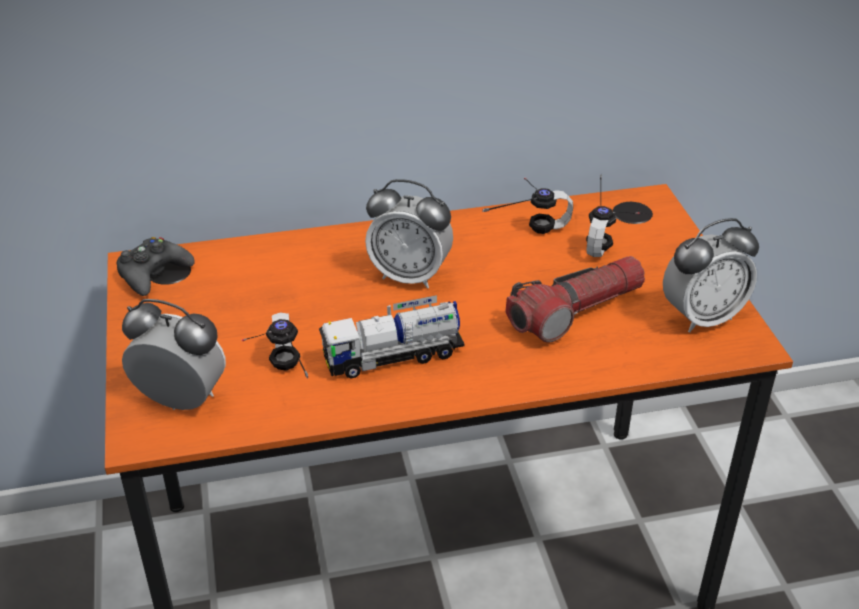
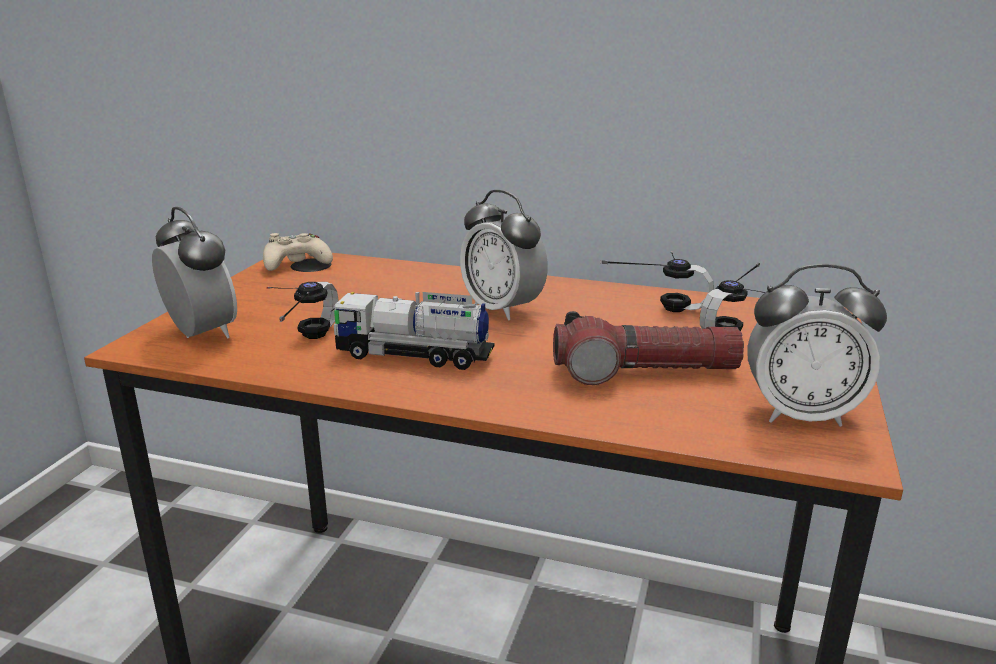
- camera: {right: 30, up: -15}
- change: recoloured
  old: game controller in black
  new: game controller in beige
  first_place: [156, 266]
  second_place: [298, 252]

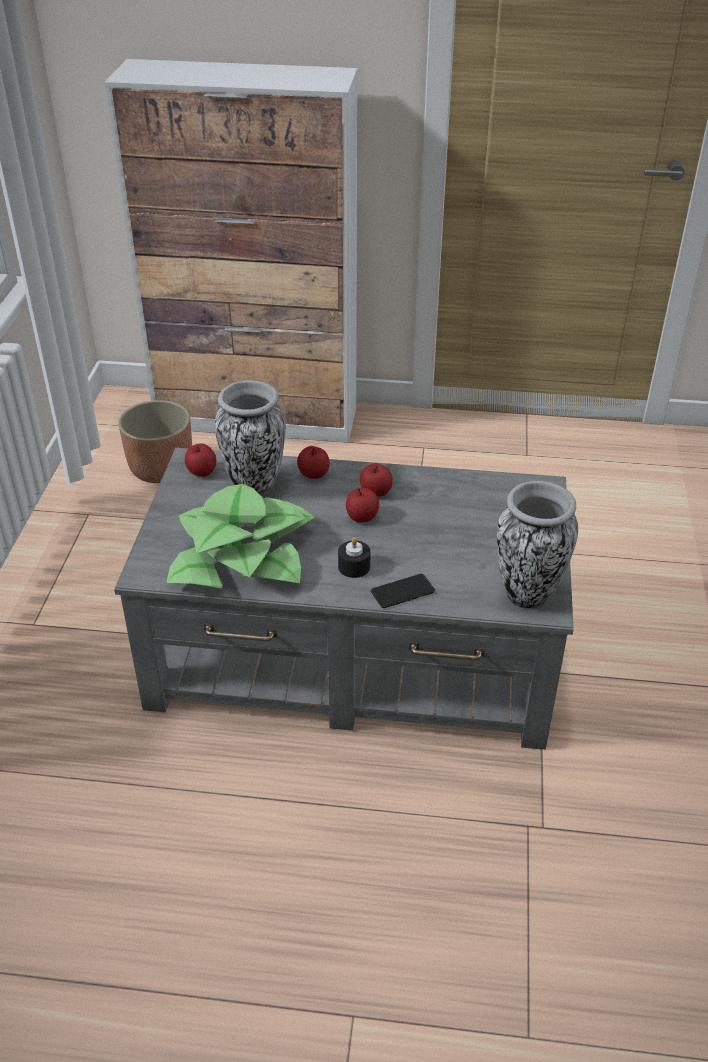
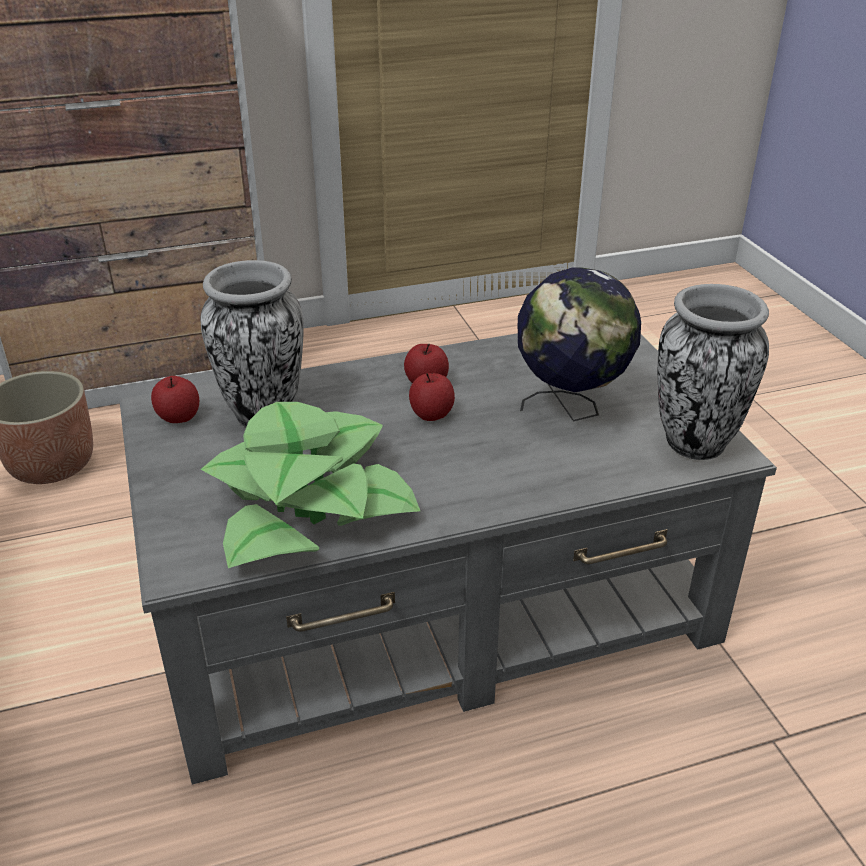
- camera: {right: -25, up: -5}
- change: removed
  old: apple
  first_place: [313, 462]
- change: removed
  old: candle in black
  first_place: [354, 557]
- change: removed
  old: phone
  first_place: [403, 591]
- change: added
  new: globe
  second_place: [579, 344]

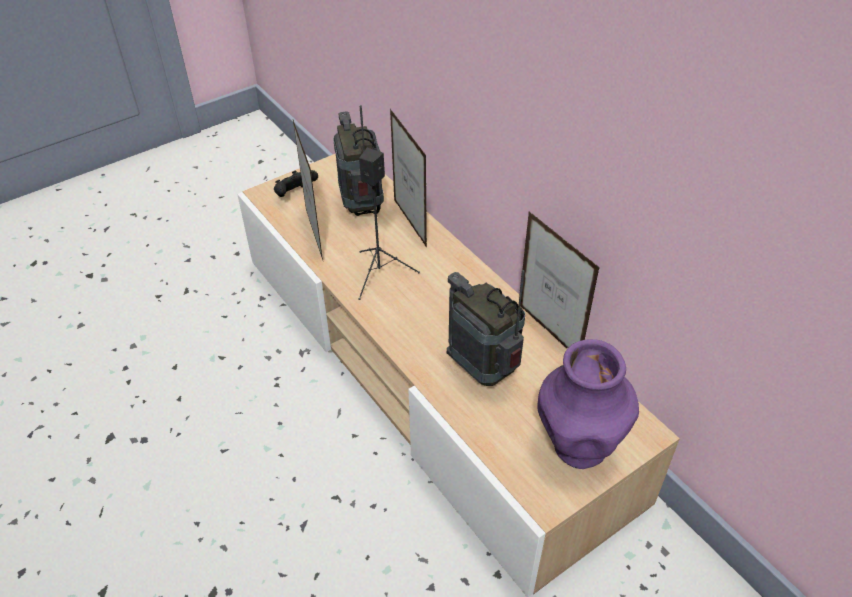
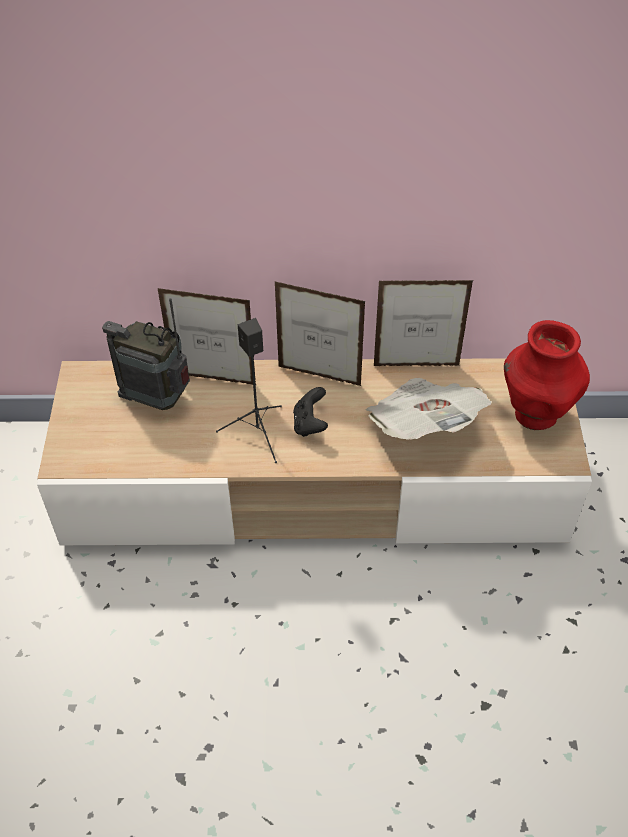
- camera: {right: -55, up: 5}
- change: moved
  old: game controller in black
  first_place: [296, 183]
  second_place: [310, 412]
- change: moved
  old: picture frame
  first_place: [308, 190]
  second_place: [320, 334]
- change: replaced
  old: radio
  new: newspaper
  first_place: [486, 328]
  second_place: [429, 408]
- change: recoloured
  old: vase in purple
  new: vase in red
  first_place: [588, 404]
  second_place: [547, 375]

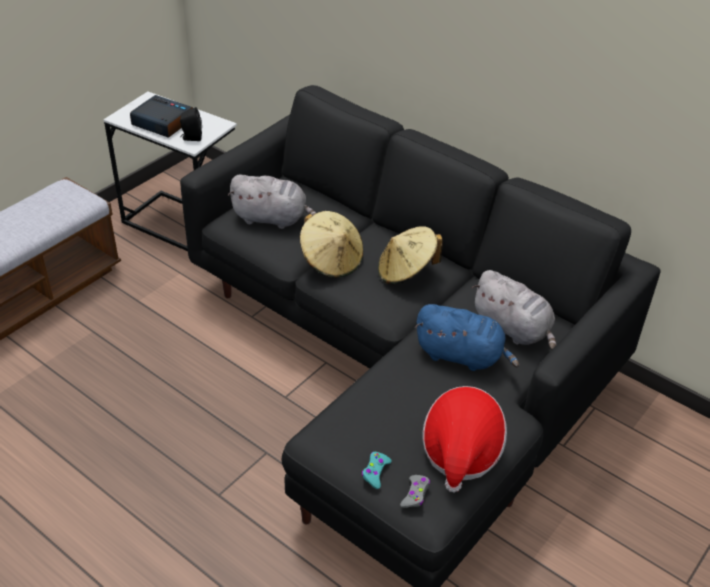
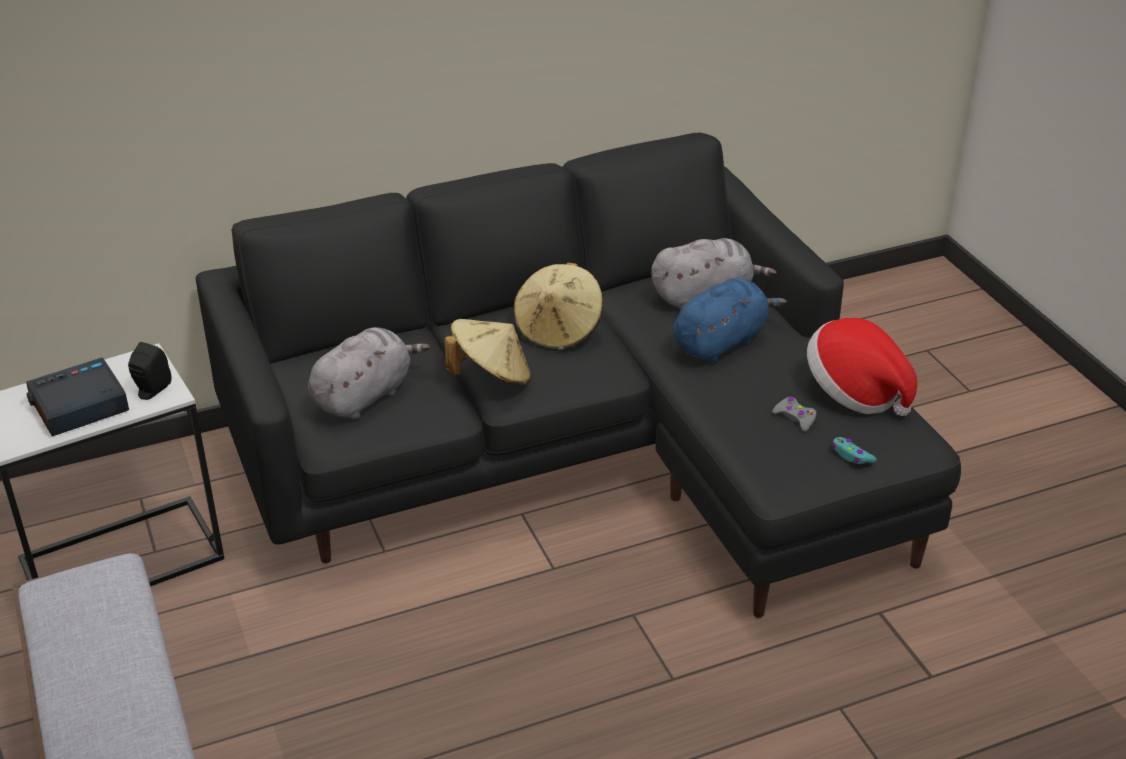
- camera: {right: -60, up: -5}
- change: moved
  old: game controller in grey
  first_place: [415, 491]
  second_place: [794, 414]

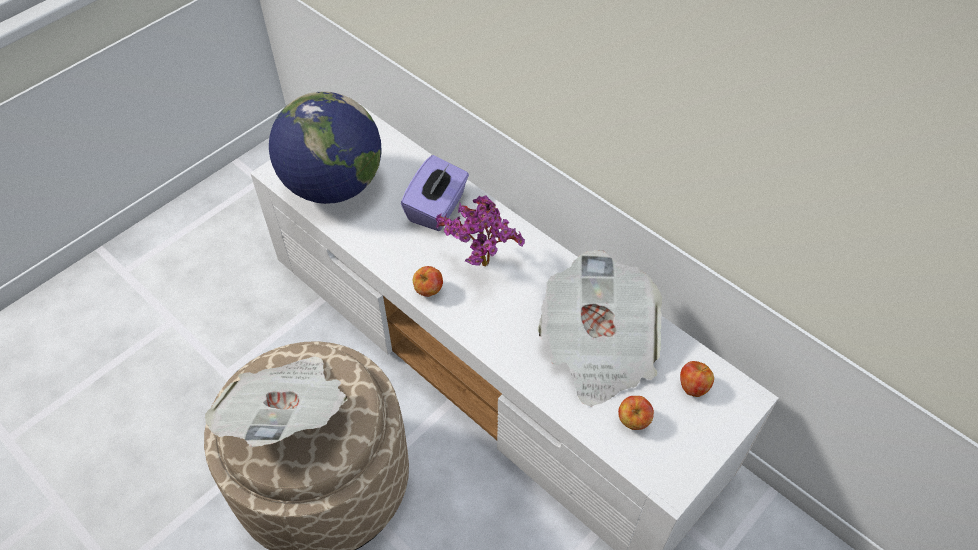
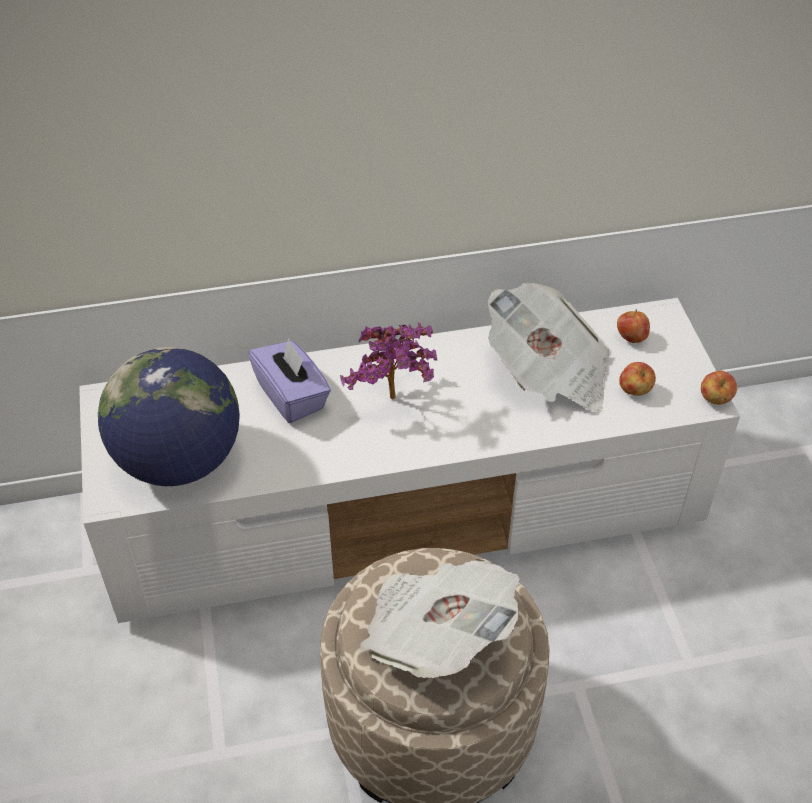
- camera: {right: -55, up: -5}
- change: moved
  old: apple
  first_place: [428, 281]
  second_place: [719, 388]

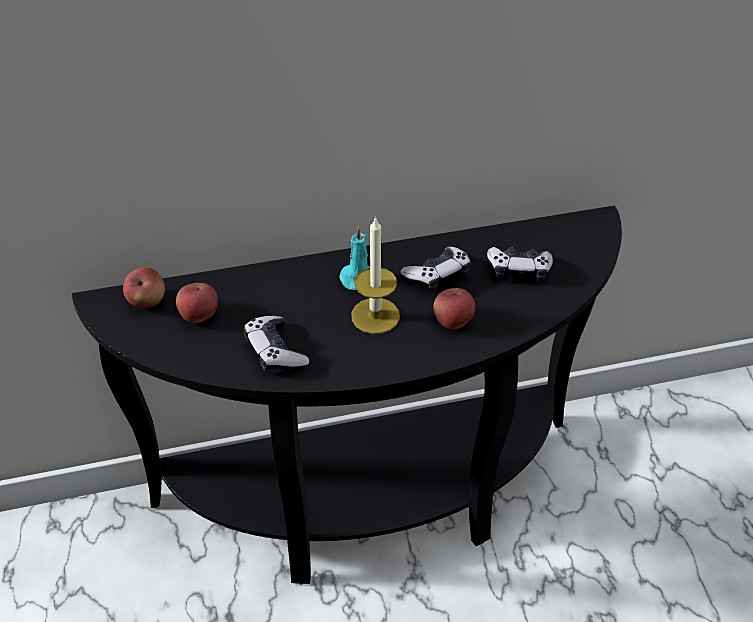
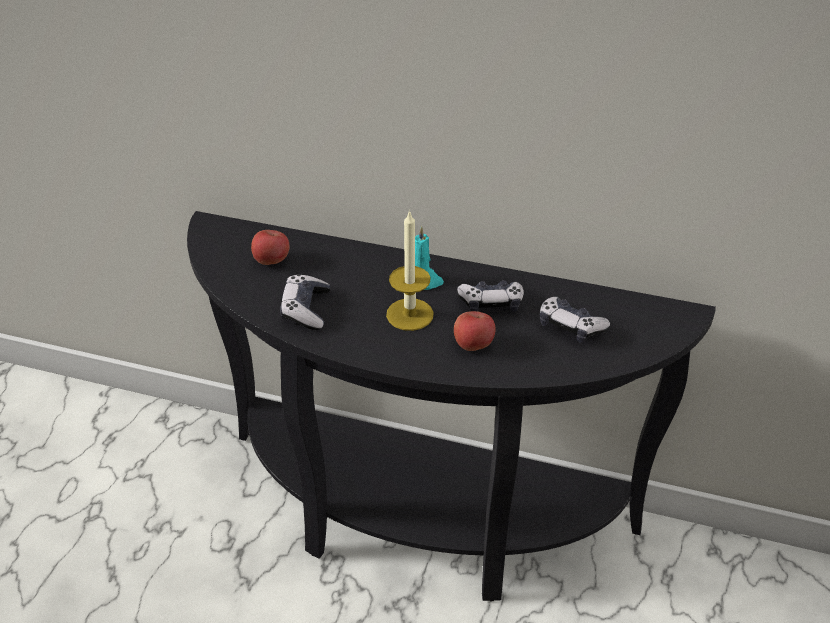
- camera: {right: 30, up: -5}
- change: removed
  old: apple
  first_place: [144, 287]

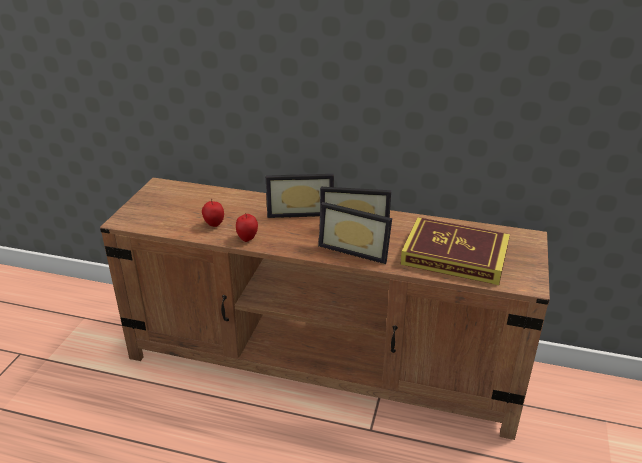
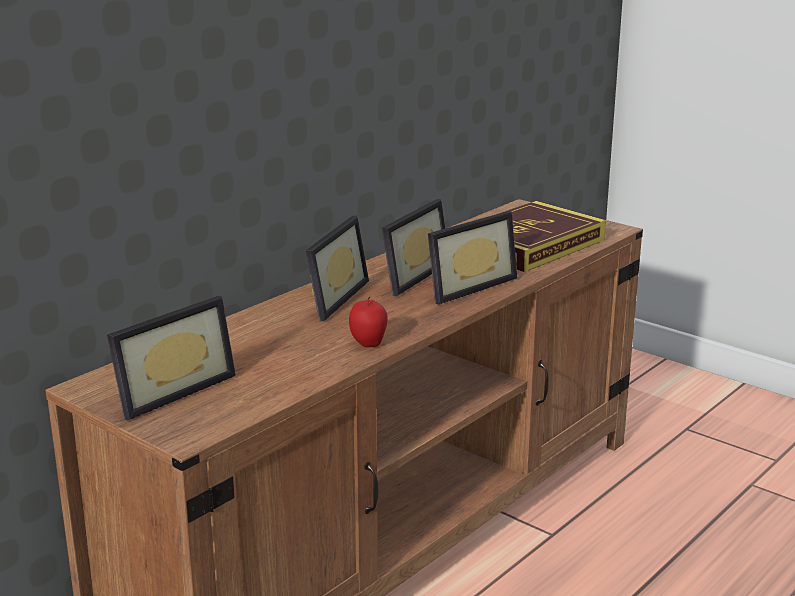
- camera: {right: -65, up: -10}
- change: removed
  old: apple
  first_place: [213, 213]
- change: added
  new: picture frame
  second_place: [171, 358]

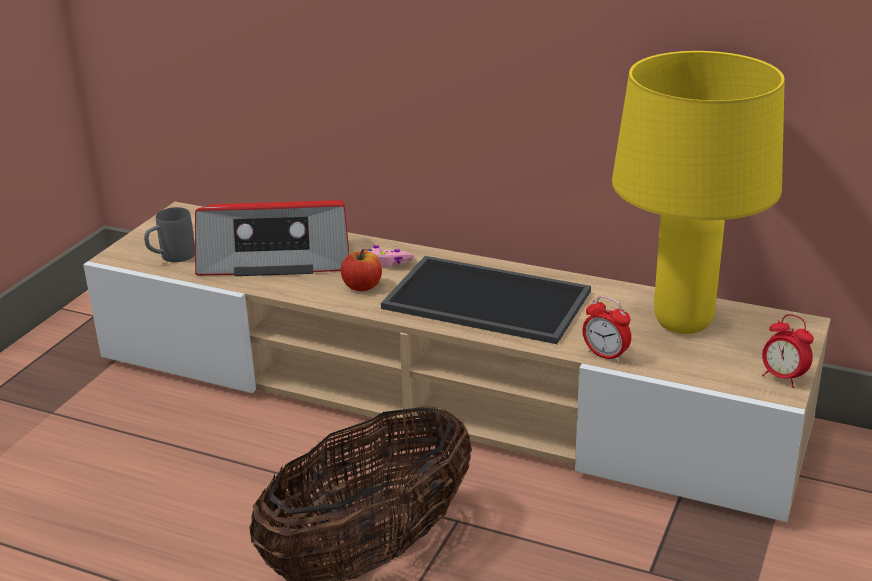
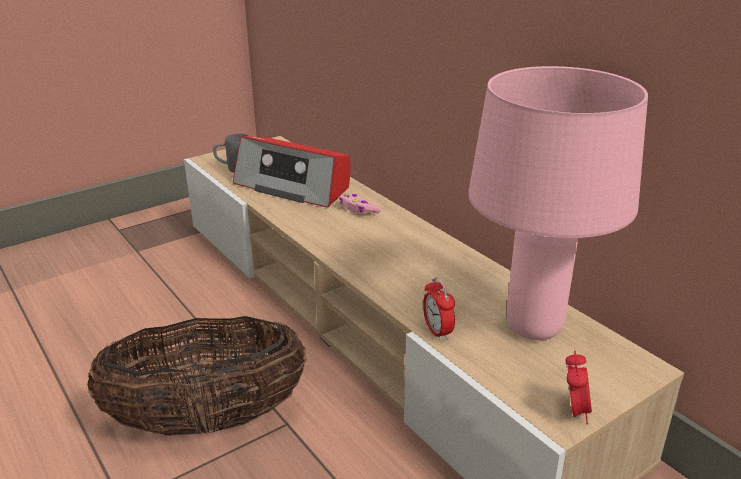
- camera: {right: 30, up: 0}
- change: removed
  old: apple
  first_place: [361, 270]
- change: removed
  old: tray
  first_place: [486, 300]
- change: recoloured
  old: table lamp in yellow
  new: table lamp in pink
  first_place: [698, 192]
  second_place: [558, 203]
- change: turned
  old: alarm clock
  first_place: [788, 351]
  second_place: [578, 387]
  degrees: -150

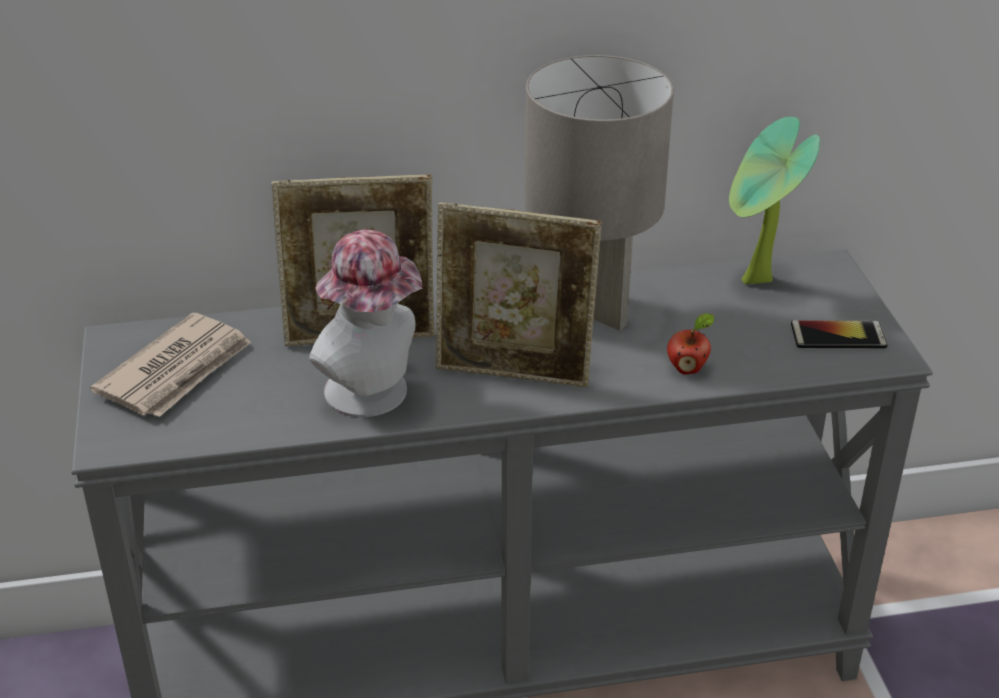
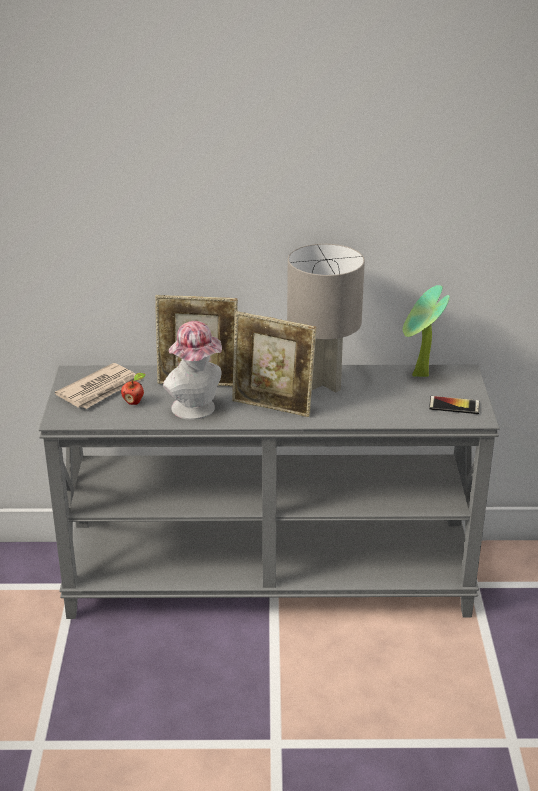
- camera: {right: 10, up: -5}
- change: moved
  old: apple
  first_place: [690, 344]
  second_place: [133, 389]

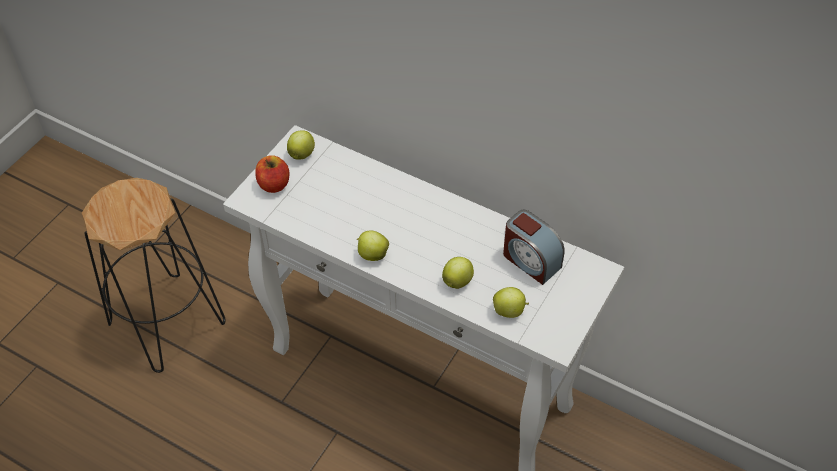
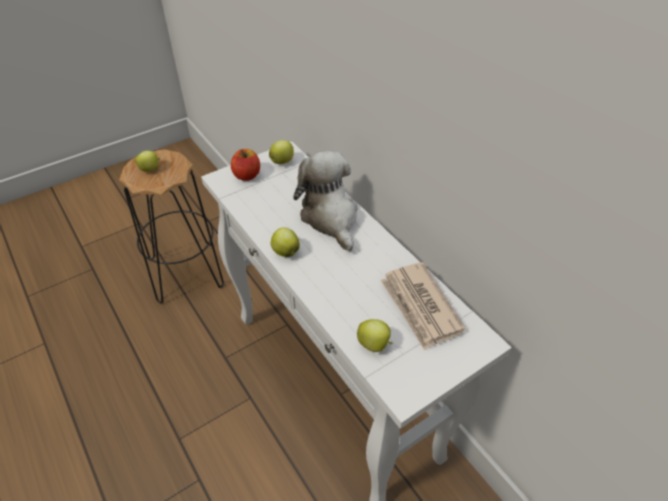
- camera: {right: 25, up: -5}
- change: moved
  old: apple
  first_place: [458, 273]
  second_place: [147, 161]
- change: replaced
  old: alarm clock
  new: newspaper
  first_place: [534, 247]
  second_place: [423, 306]
- change: added
  new: plush toy
  second_place: [325, 201]

